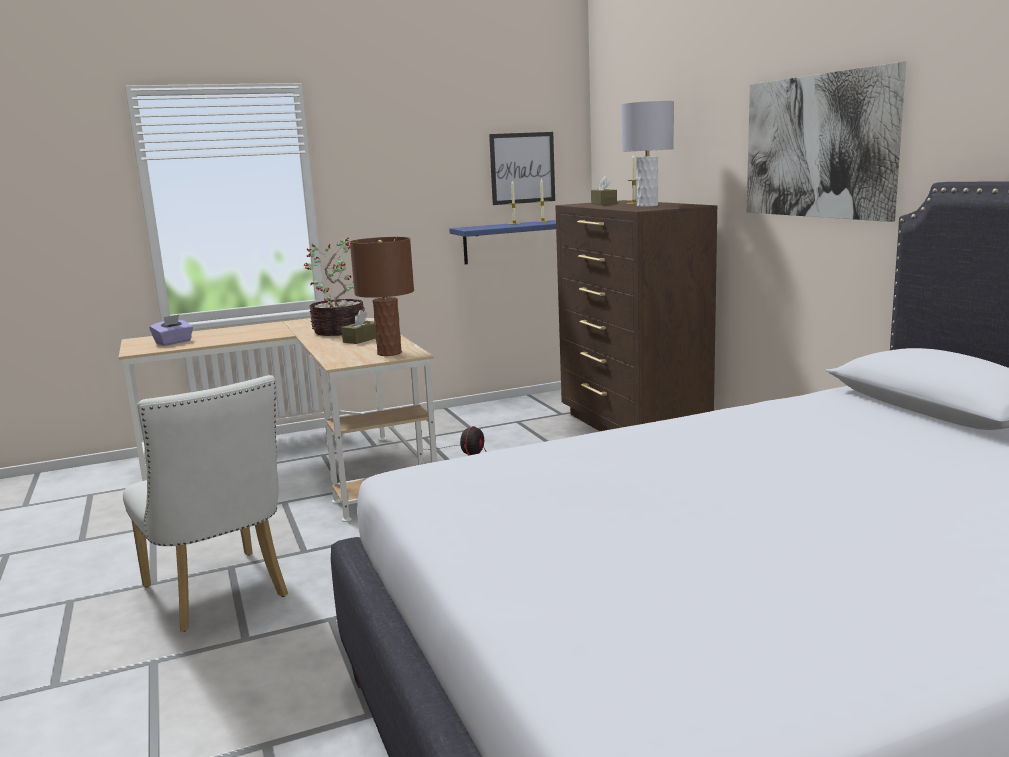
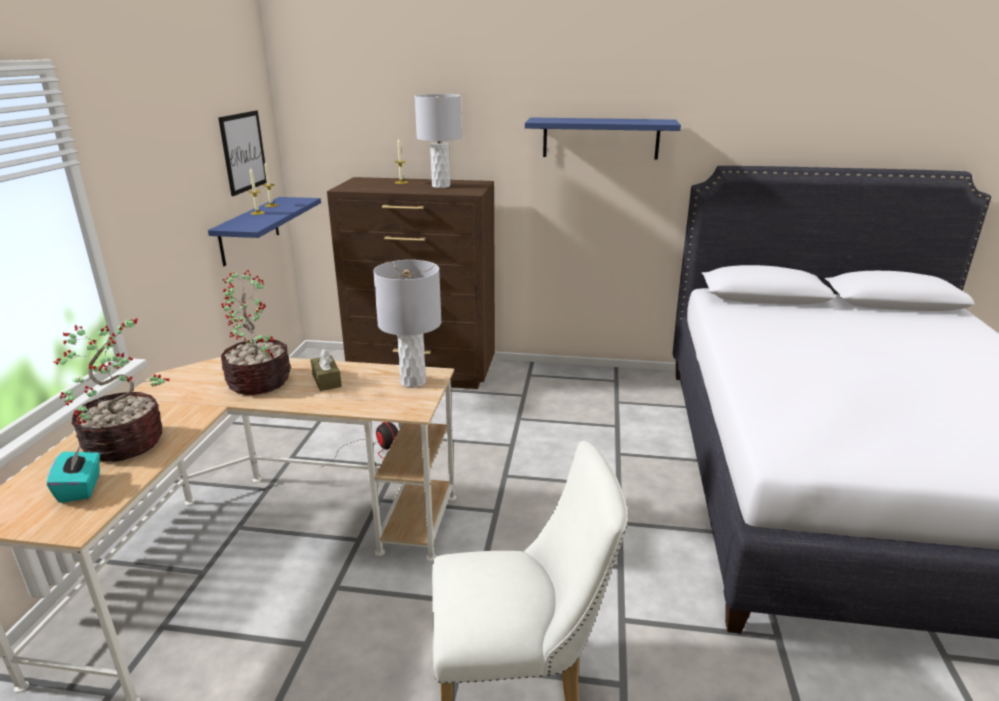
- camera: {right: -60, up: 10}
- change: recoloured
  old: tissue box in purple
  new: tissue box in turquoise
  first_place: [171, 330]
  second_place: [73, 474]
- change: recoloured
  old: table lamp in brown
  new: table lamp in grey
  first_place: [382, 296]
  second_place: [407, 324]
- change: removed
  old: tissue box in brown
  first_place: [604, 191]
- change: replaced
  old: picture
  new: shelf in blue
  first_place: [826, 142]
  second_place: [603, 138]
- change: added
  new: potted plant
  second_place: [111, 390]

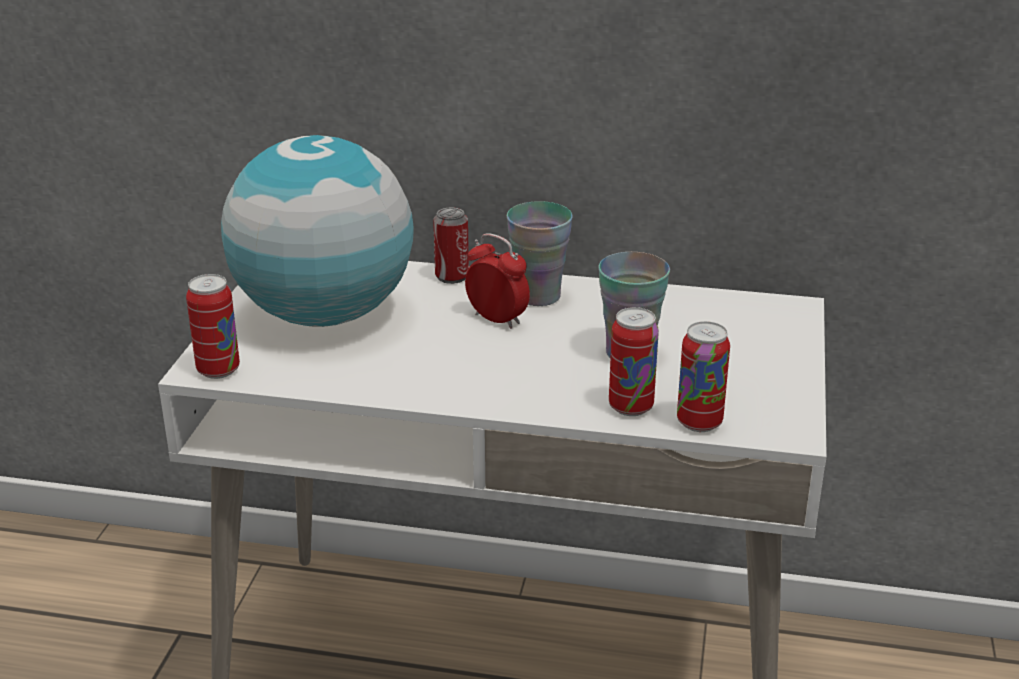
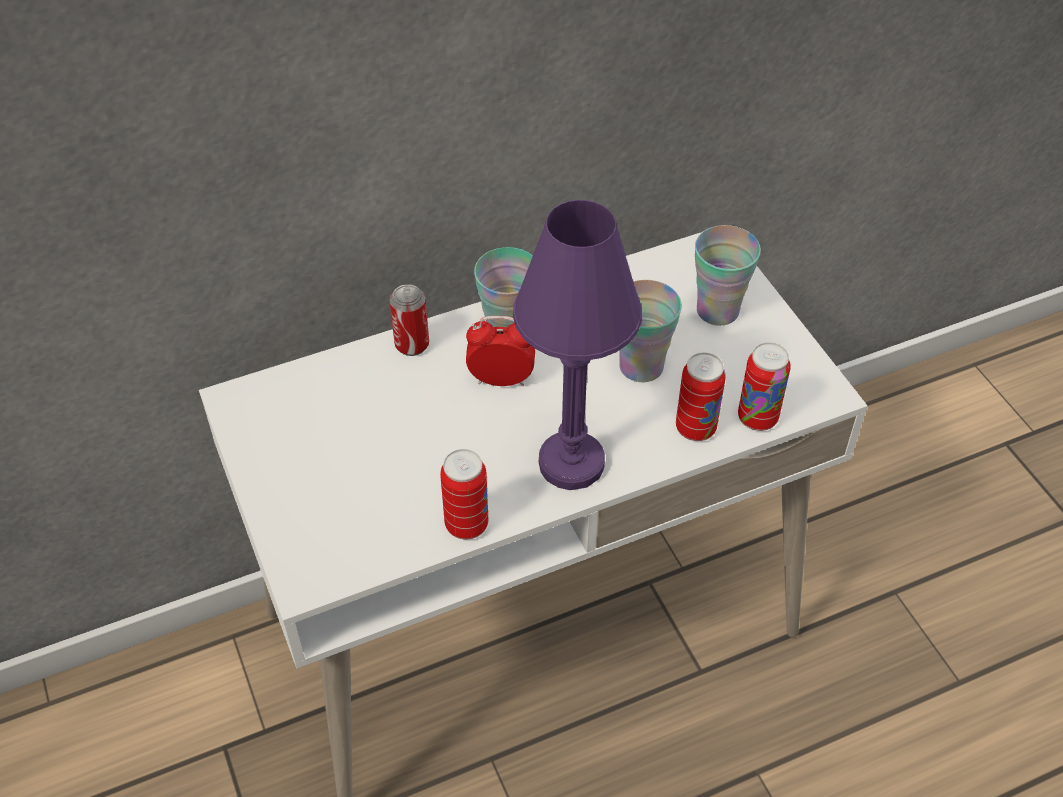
- camera: {right: -35, up: 20}
- change: moved
  old: can
  first_place: [213, 326]
  second_place: [464, 494]
- change: removed
  old: globe
  first_place: [317, 231]
- change: added
  new: table lamp in purple
  second_place: [577, 345]
- change: added
  new: cup
  second_place: [728, 275]

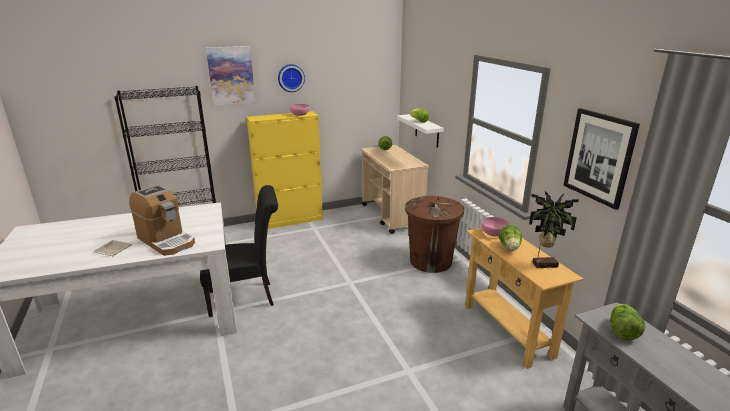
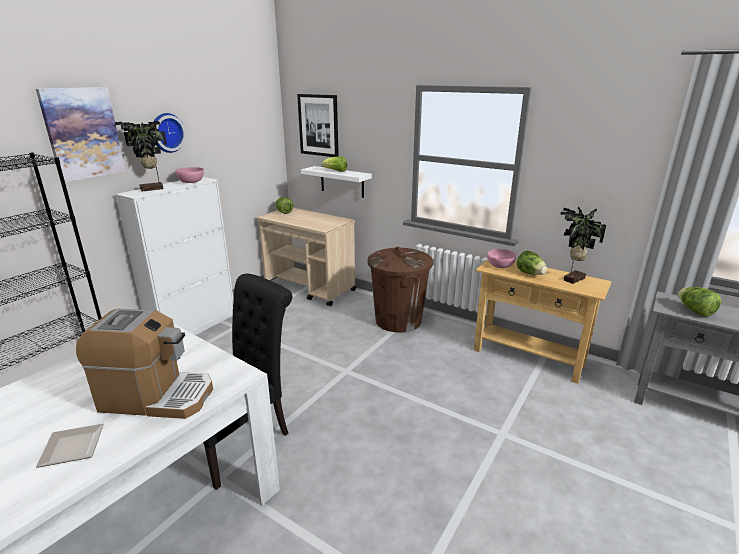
- camera: {right: -35, up: 0}
- change: recoloured
  old: cabinet in yellow
  new: cabinet in white
  first_place: [285, 170]
  second_place: [174, 256]
- change: moved
  old: picture
  first_place: [601, 159]
  second_place: [318, 125]
- change: added
  new: potted plant
  second_place: [141, 156]

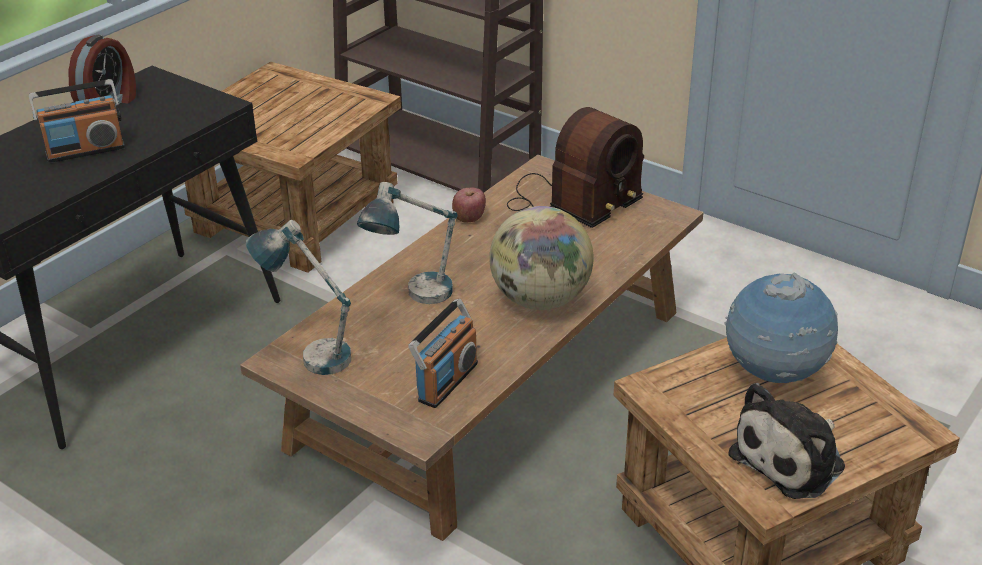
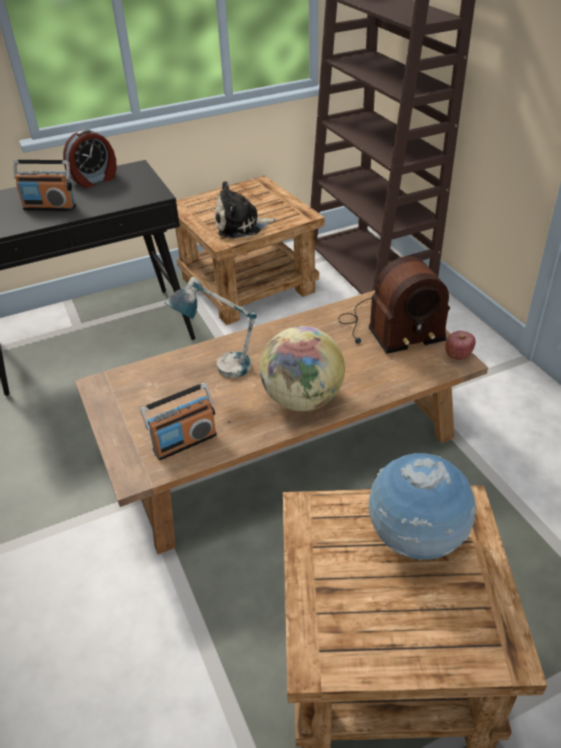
- camera: {right: 30, up: 5}
- change: removed
  old: table lamp
  first_place: [298, 297]
- change: moved
  old: apple
  first_place: [469, 204]
  second_place: [460, 345]
- change: moved
  old: plush toy
  first_place: [786, 441]
  second_place: [246, 209]

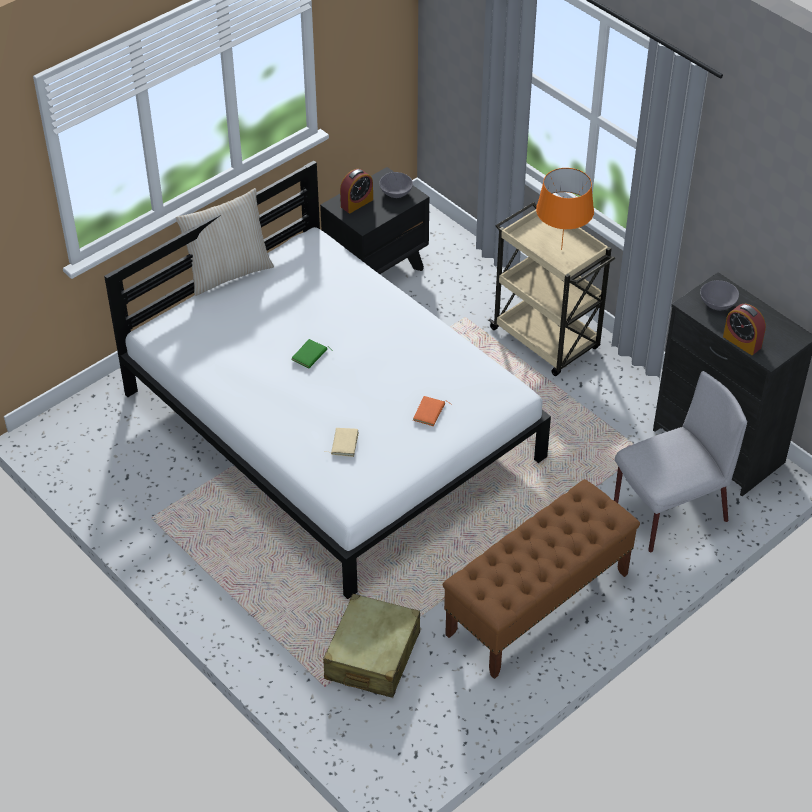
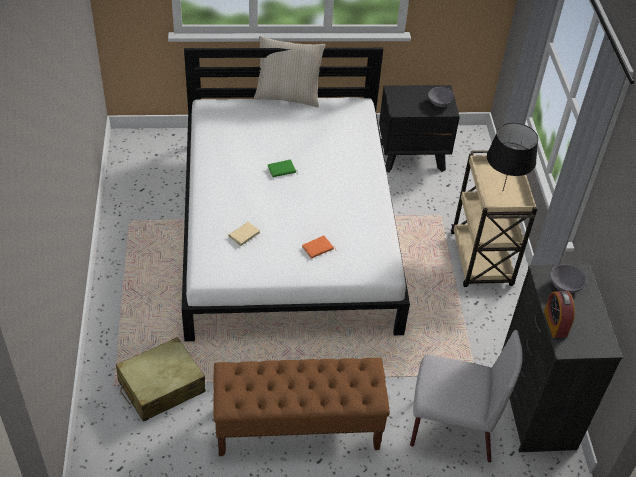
- camera: {right: 35, up: 0}
- change: removed
  old: alarm clock
  first_place: [356, 191]
- change: recoloured
  old: table lamp in orange
  new: table lamp in black
  first_place: [565, 209]
  second_place: [512, 156]

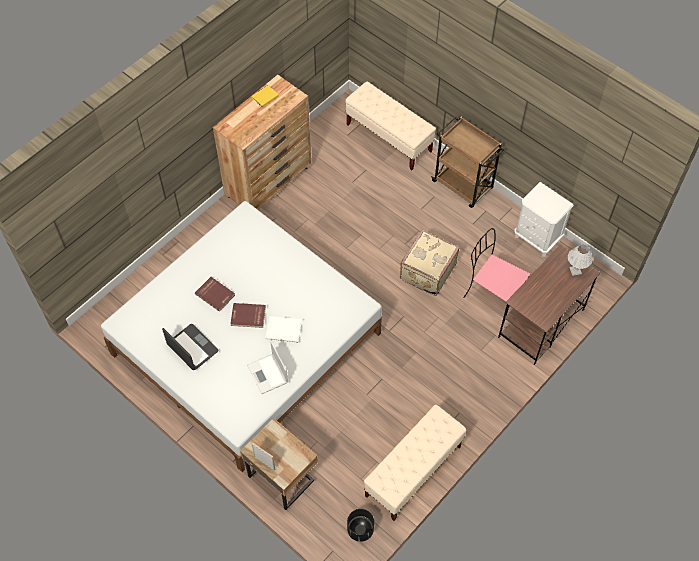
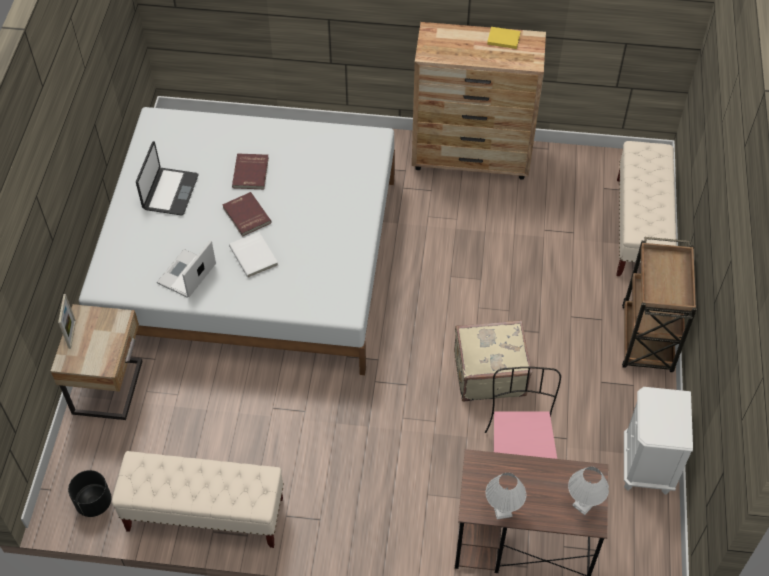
- camera: {right: 55, up: -5}
- change: added
  new: table lamp in white
  second_place: [506, 496]

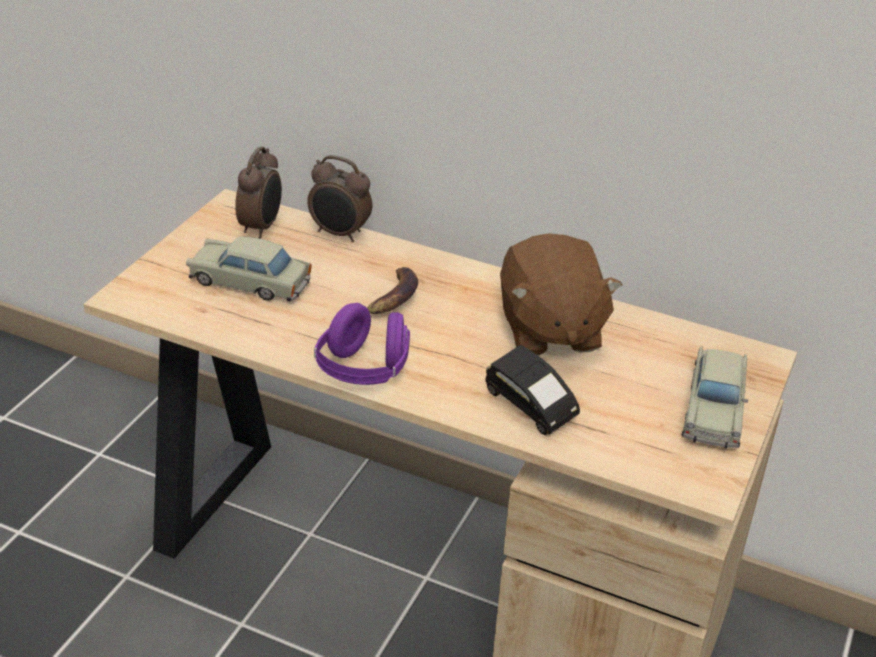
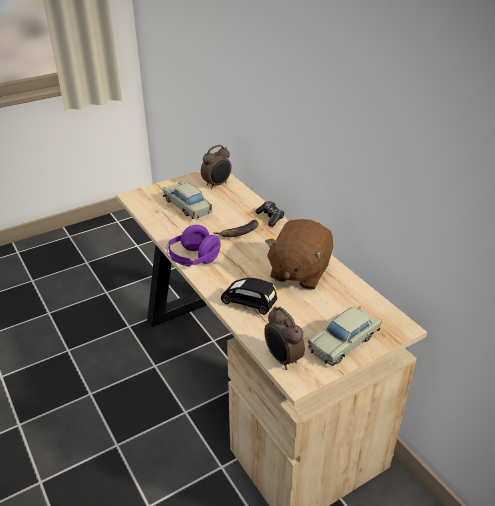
- camera: {right: 35, up: 0}
- change: moved
  old: alarm clock
  first_place: [339, 198]
  second_place: [284, 338]
- change: turned
  old: toy car in black
  first_place: [532, 390]
  second_place: [249, 296]
  degrees: 120
- change: added
  new: game controller
  second_place: [270, 214]

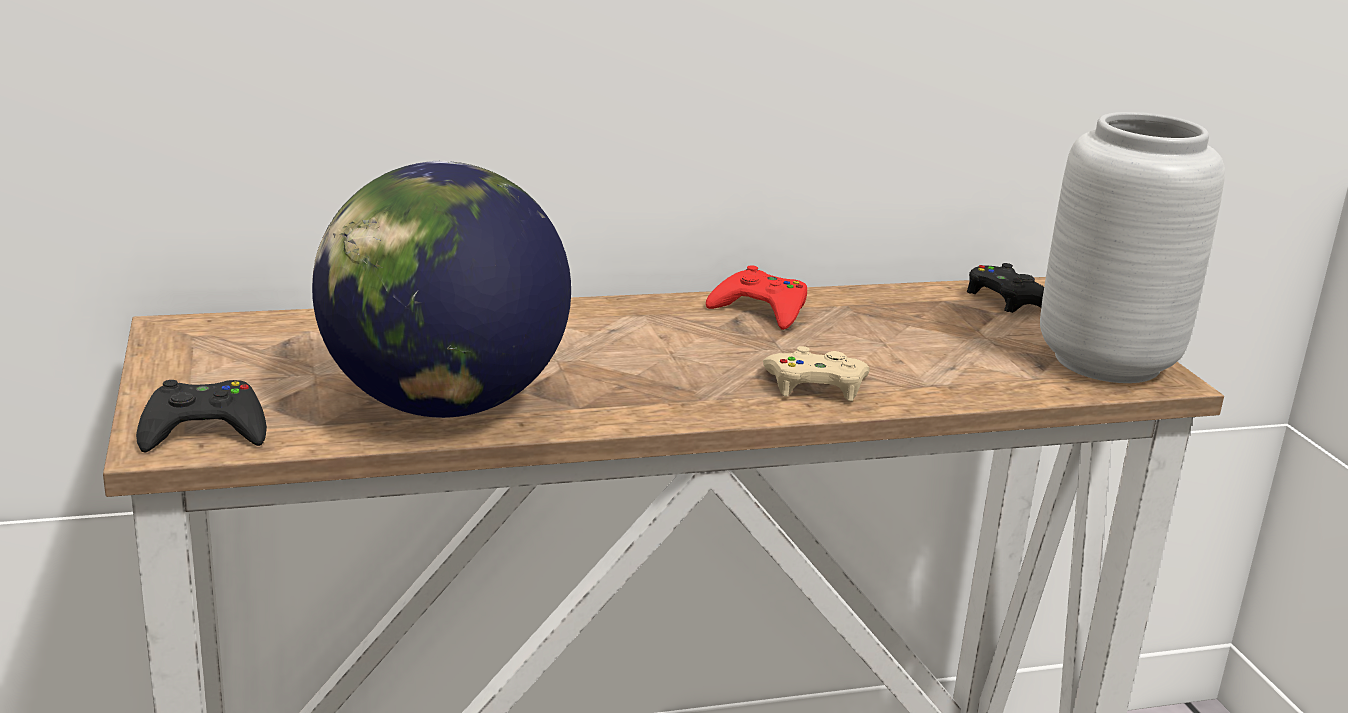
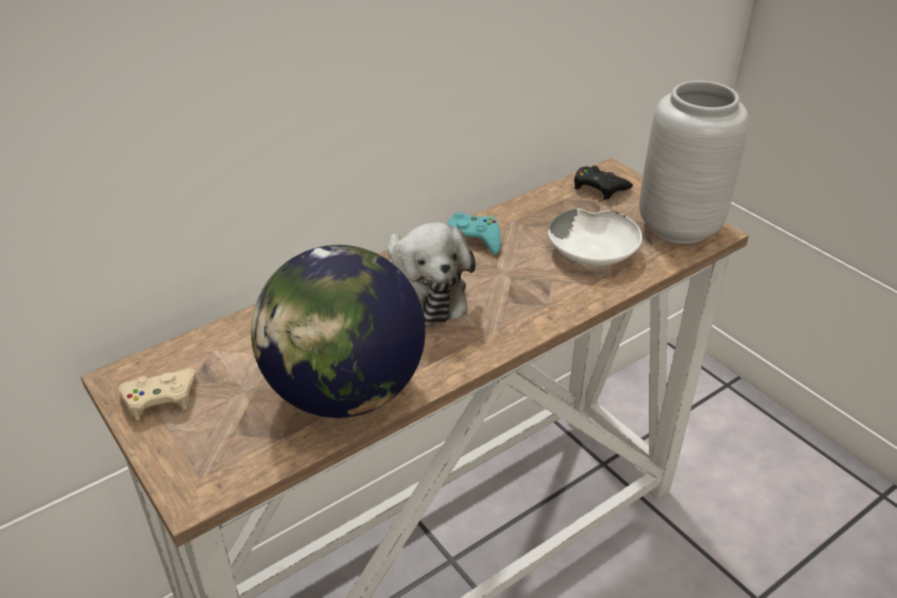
- camera: {right: -20, up: 15}
- change: removed
  old: game controller in black
  first_place: [201, 416]
- change: recoloured
  old: game controller in red
  new: game controller in turquoise
  first_place: [756, 297]
  second_place: [474, 233]
- change: moved
  old: game controller in beige
  first_place: [816, 373]
  second_place: [157, 394]
- change: added
  new: plush toy
  second_place: [432, 274]
- change: added
  new: bowl in white
  second_place: [595, 237]

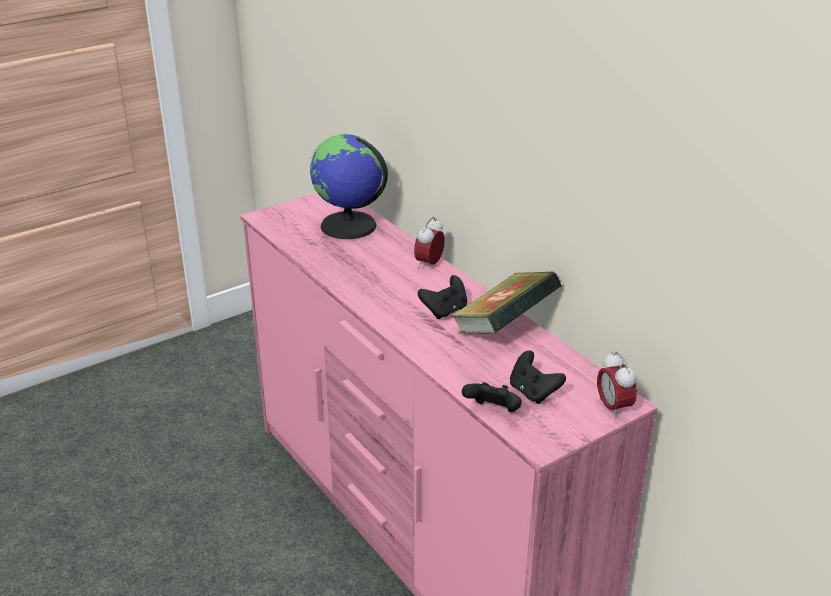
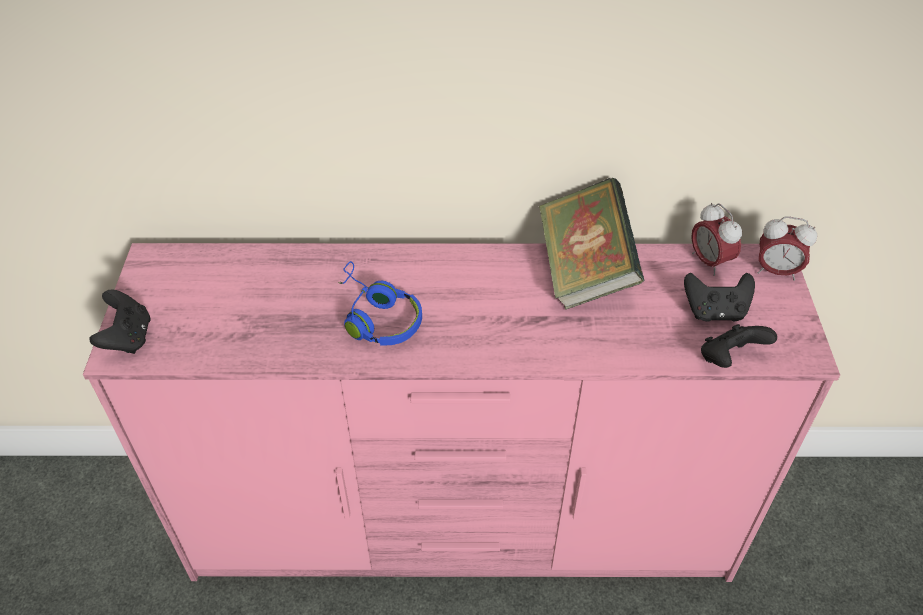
- camera: {right: -55, up: 15}
- change: removed
  old: globe
  first_place: [349, 186]
- change: moved
  old: alarm clock
  first_place: [429, 243]
  second_place: [716, 239]
- change: moved
  old: game controller in black
  first_place: [442, 297]
  second_place: [119, 321]
- change: added
  new: headphones in blue
  second_place: [380, 303]

